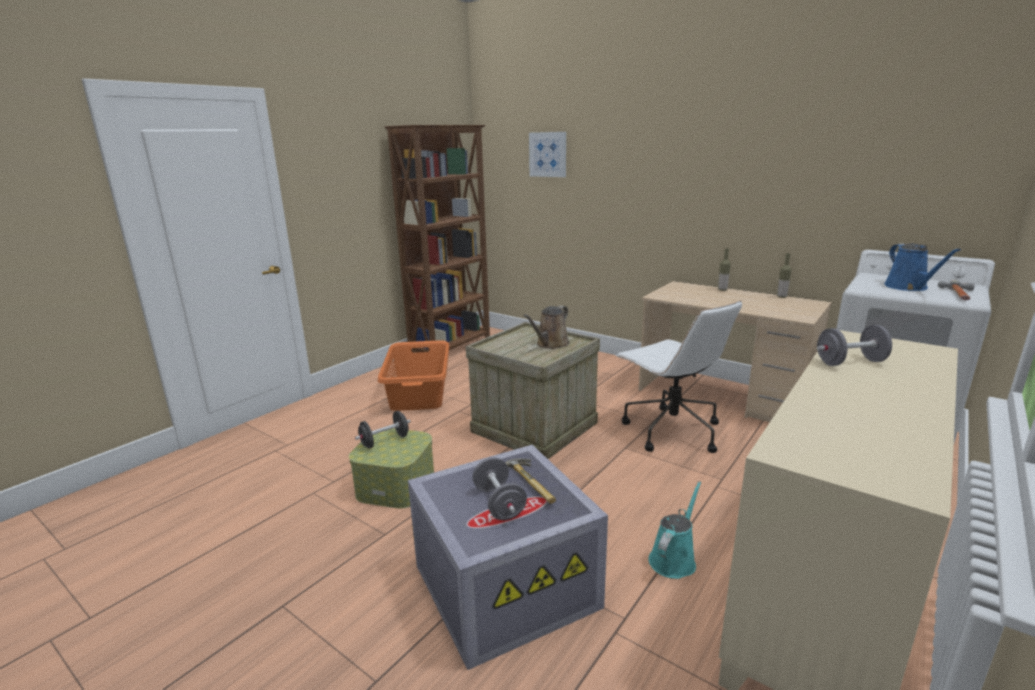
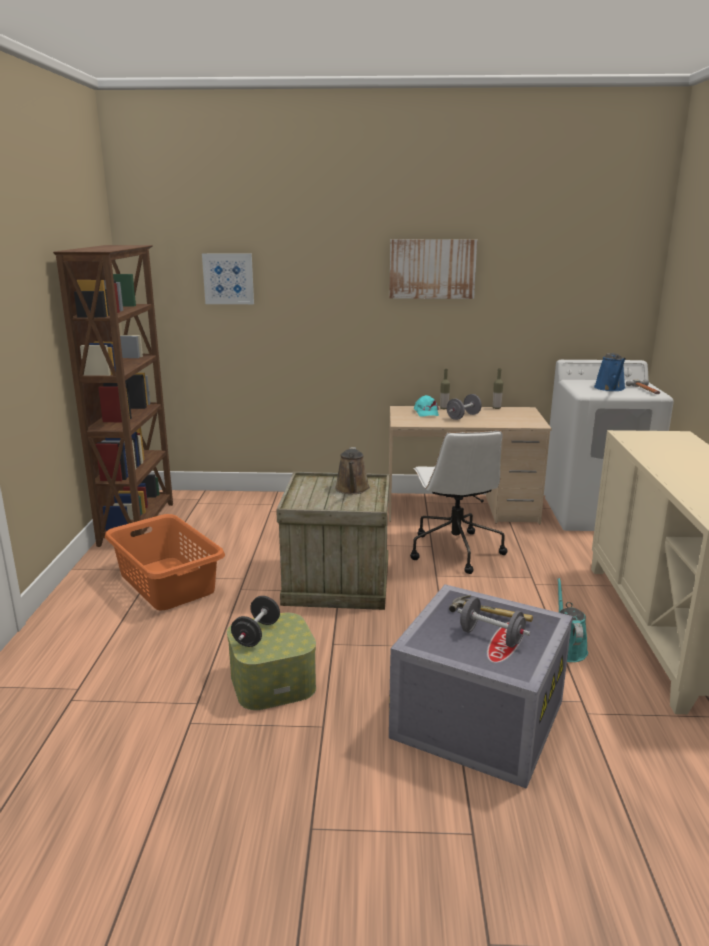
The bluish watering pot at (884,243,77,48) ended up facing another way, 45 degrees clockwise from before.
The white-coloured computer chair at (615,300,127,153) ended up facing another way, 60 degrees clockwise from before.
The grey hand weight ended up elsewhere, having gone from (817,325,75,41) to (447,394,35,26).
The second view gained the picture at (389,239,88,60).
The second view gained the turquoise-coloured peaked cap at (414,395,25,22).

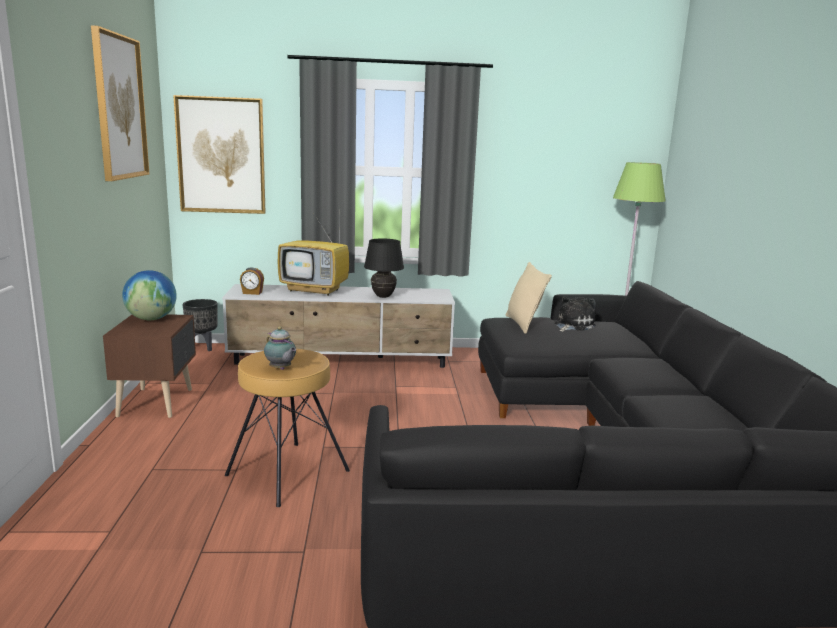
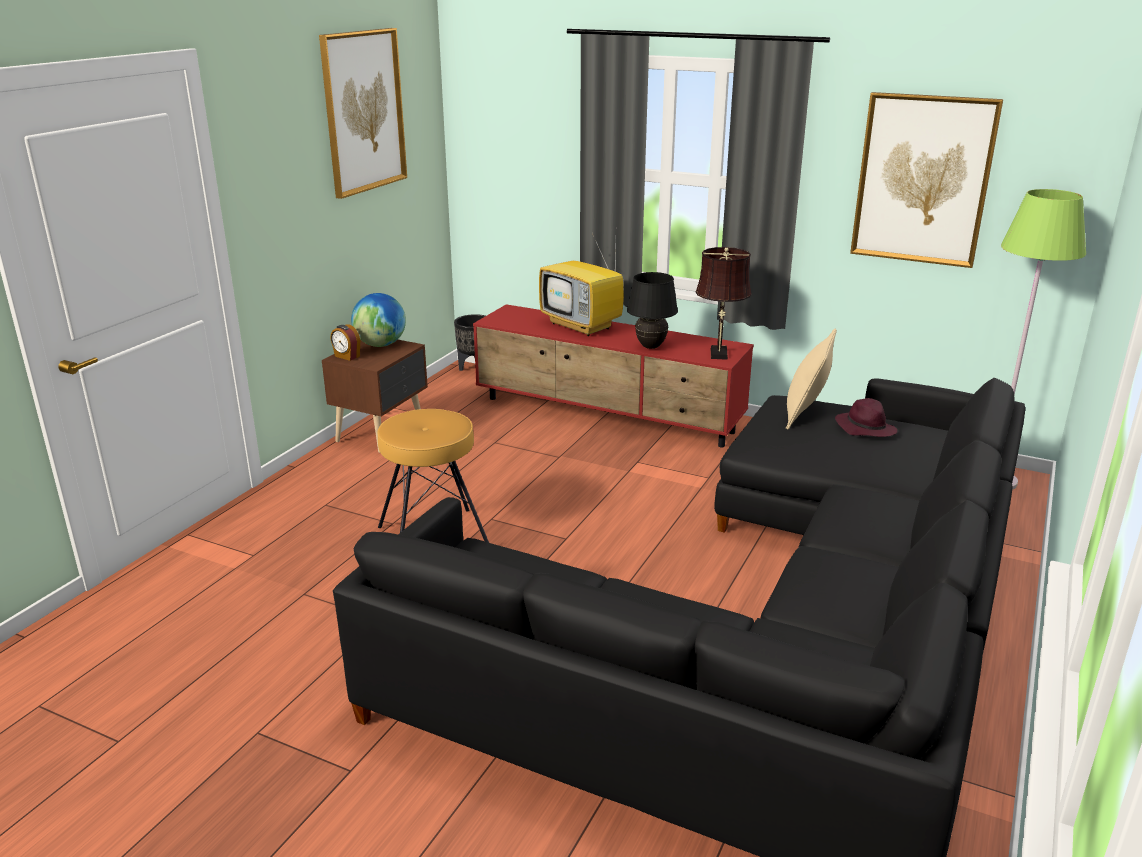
The picture ended up elsewhere, having gone from (173,95,93,119) to (850,92,153,176).
The bedside clock ended up elsewhere, having gone from (240,267,24,28) to (331,325,29,36).
What was the white-coloured tv stand at (222,284,233,84) turned into the reddish tv stand at (473,304,281,144).
Where the cuddly toy stood at (554,296,42,36), the purplish wearable hat came to stand at (835,398,62,39).
The second view lost the pot for tea at (264,326,32,44).
The second view gained the brown table lamp at (696,247,56,113).

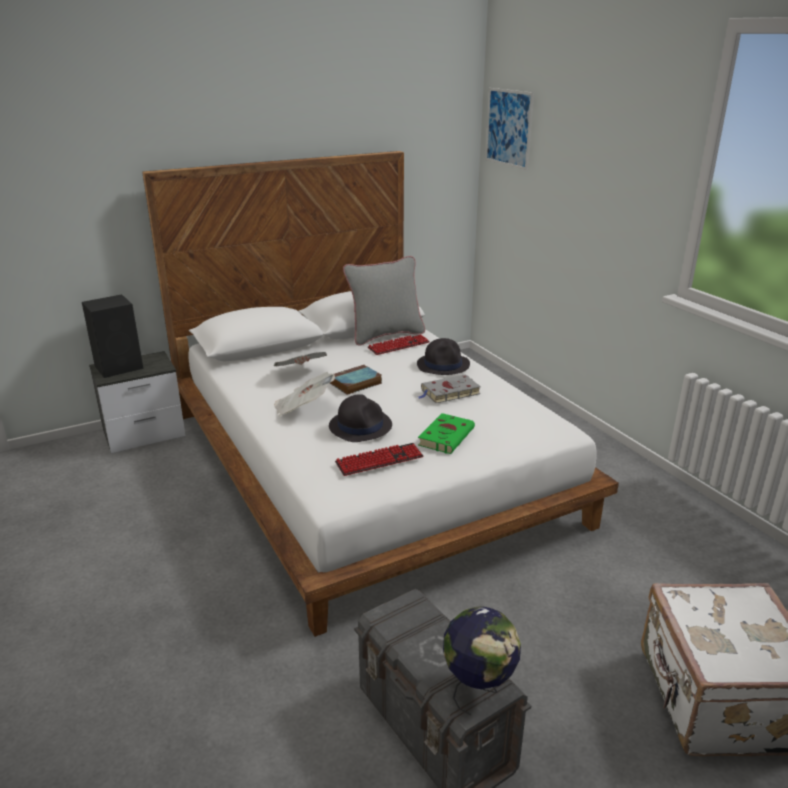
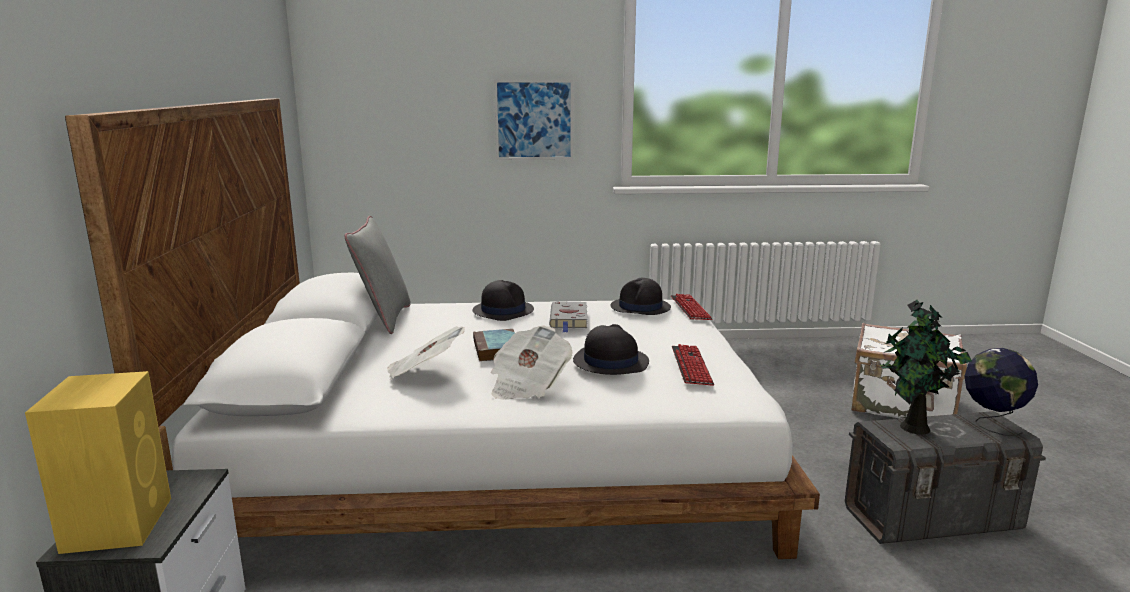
The picture ended up elsewhere, having gone from (485,88,49,82) to (494,80,79,80).
What was the blackish speaker at (82,294,62,84) turned into the yellow-coloured speaker at (25,371,146,183).
The keyboard ended up elsewhere, having gone from (368,335,62,20) to (671,294,41,26).
The second view lost the greenish volume at (418,413,57,41).
The second view gained the blackish wearable hat at (610,278,61,37).
The second view gained the potted plant at (880,300,92,135).

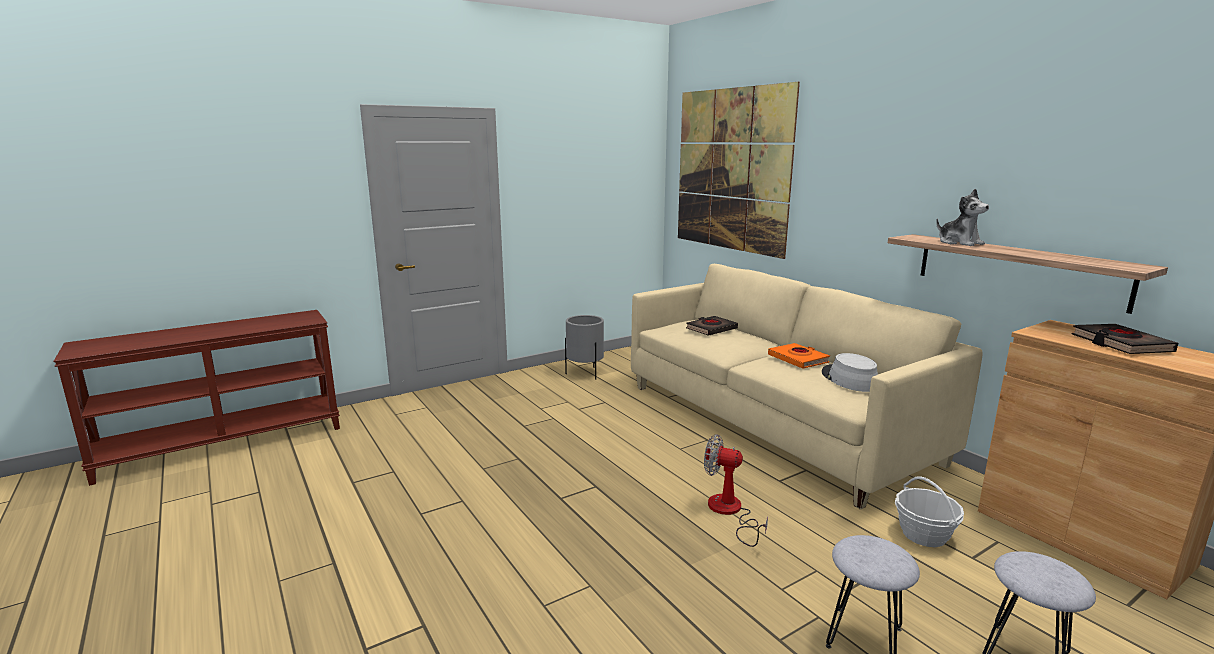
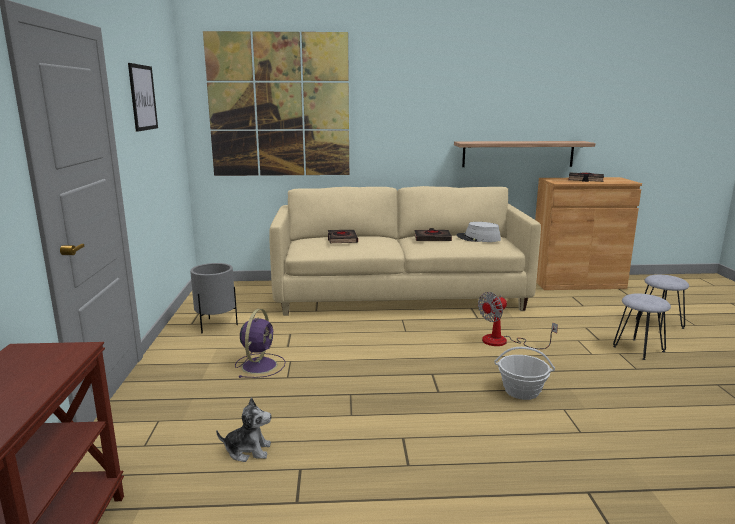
The cuddly toy ended up elsewhere, having gone from (936,188,53,58) to (216,397,55,65).
What was the orangey volume at (768,343,62,26) turned into the blackish volume at (415,228,37,13).
The household basket ended up elsewhere, having gone from (895,476,69,71) to (494,347,61,53).
The second view gained the picture at (128,63,30,69).
The second view gained the purplish electric fan at (235,309,51,69).

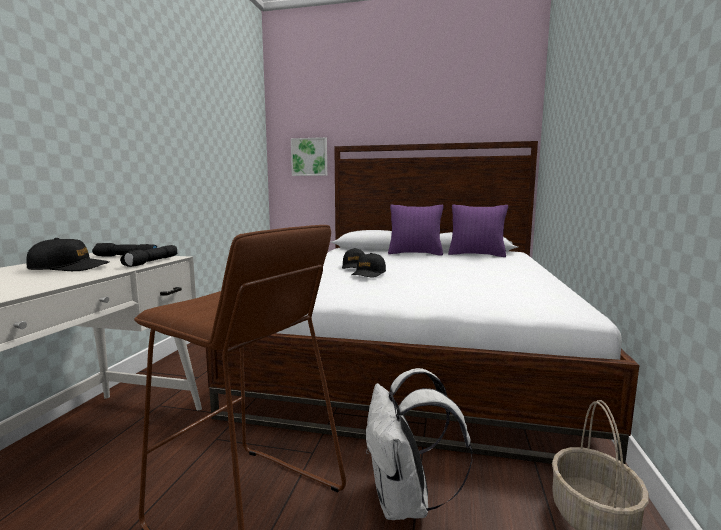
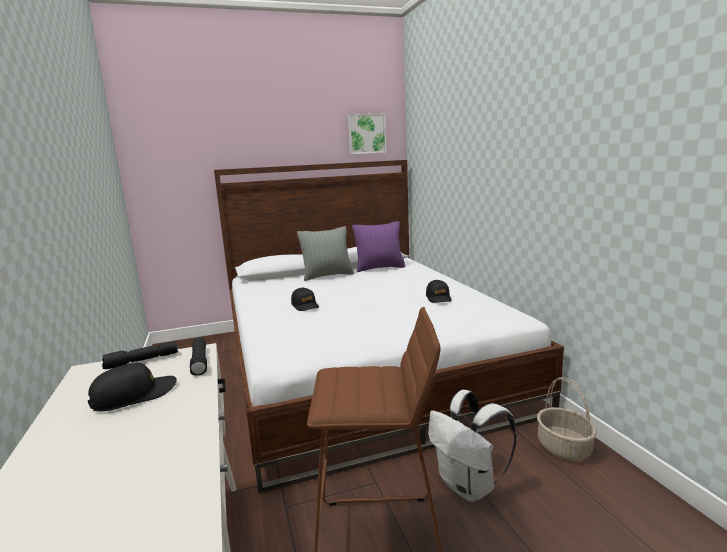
The picture ended up elsewhere, having gone from (291,137,36,39) to (348,114,39,40).
What was the purplish throw pillow at (388,205,56,51) turned into the grey throw pillow at (297,226,57,55).
The blackish peaked cap ended up elsewhere, having gone from (352,253,34,25) to (426,280,26,23).

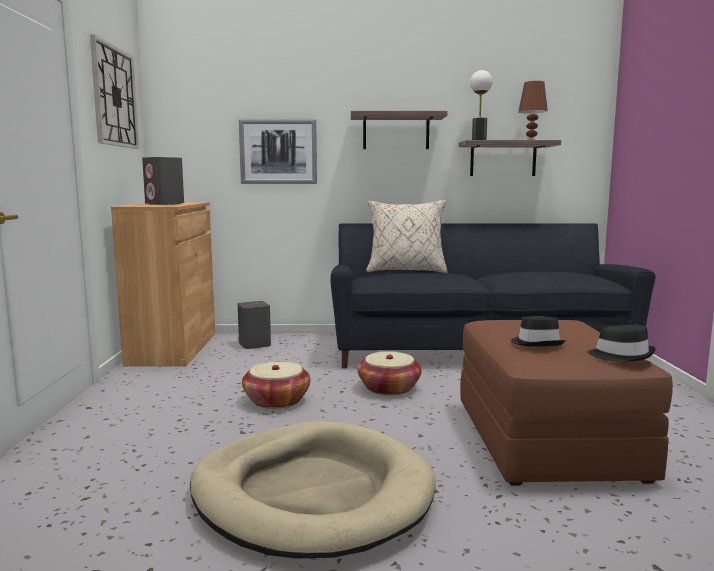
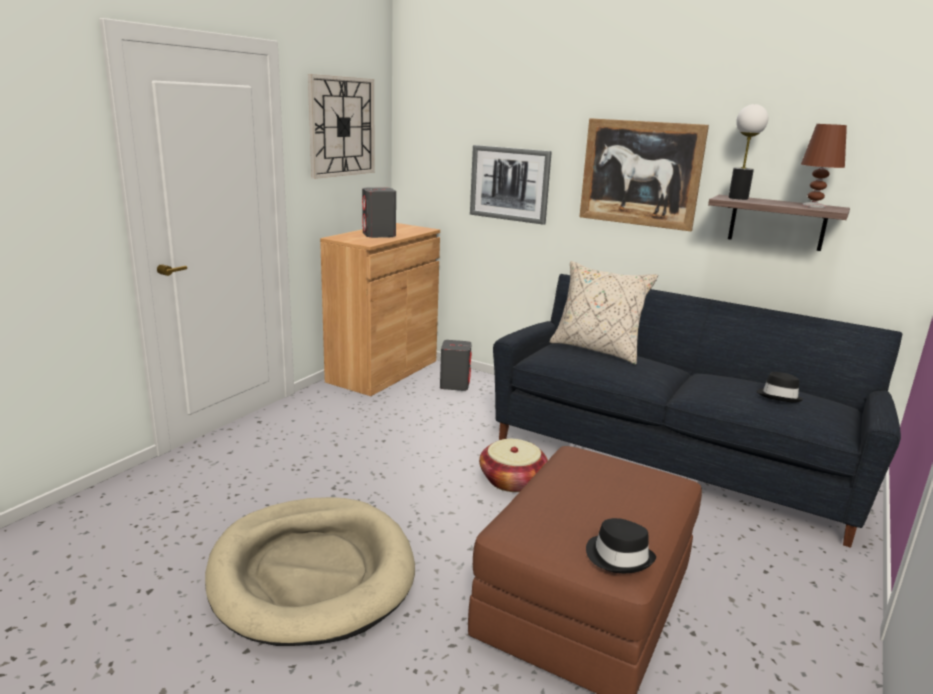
Where the bracket shelf hung at (351,111,97,38), the picture came to hang at (580,118,129,113).
The blackish wearable hat ended up elsewhere, having gone from (511,316,55,30) to (757,372,46,31).
The second view lost the household basket at (242,362,68,47).

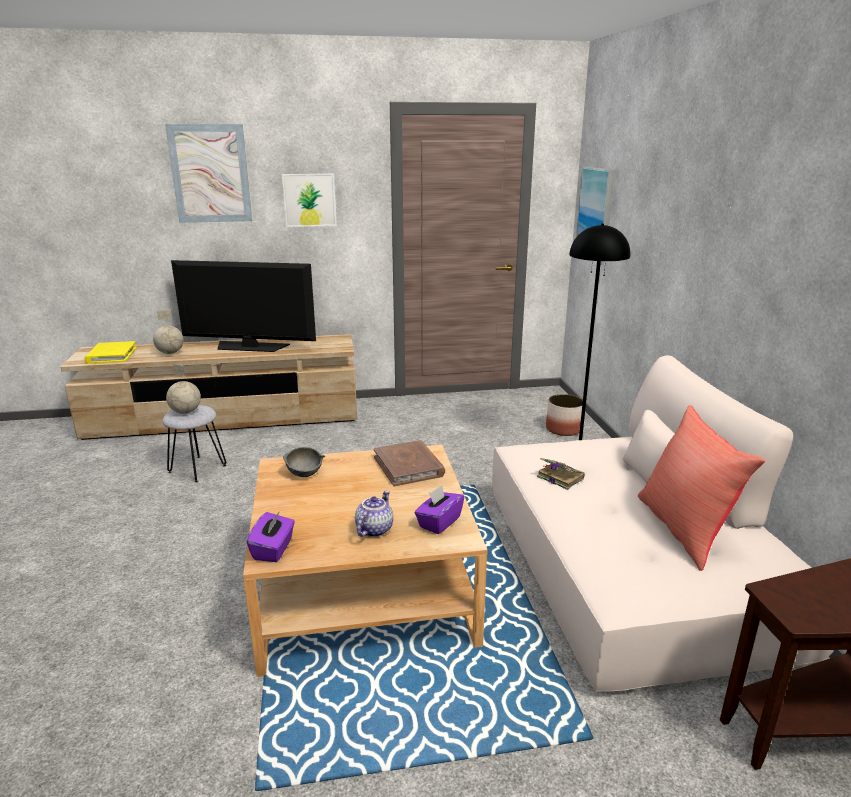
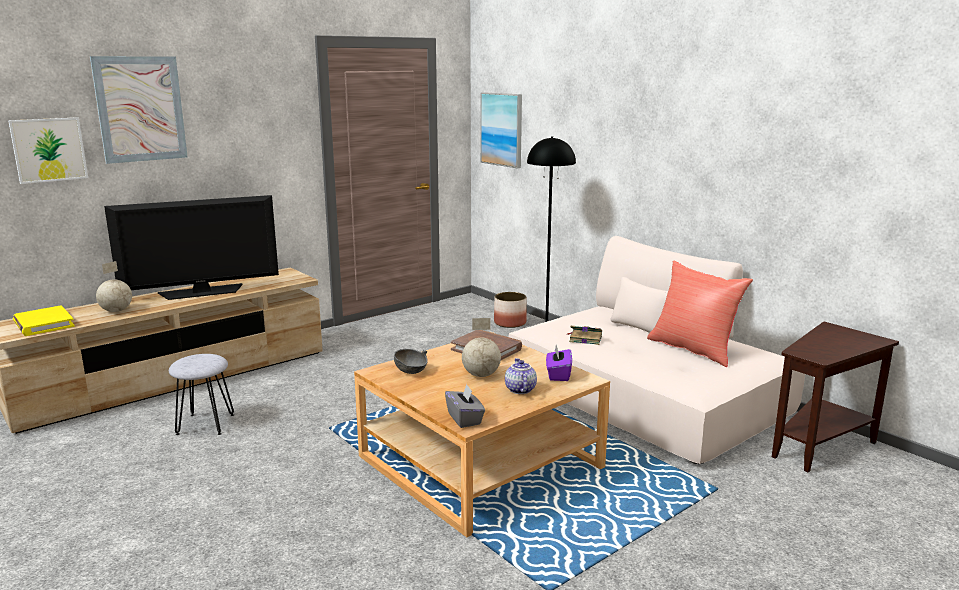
The picture ended up elsewhere, having gone from (282,174,55,53) to (8,117,80,67).
The globe ended up elsewhere, having gone from (166,364,35,50) to (462,318,39,59).
What was the purplish box of tissues at (246,511,49,51) turned into the grey box of tissues at (445,384,40,44).

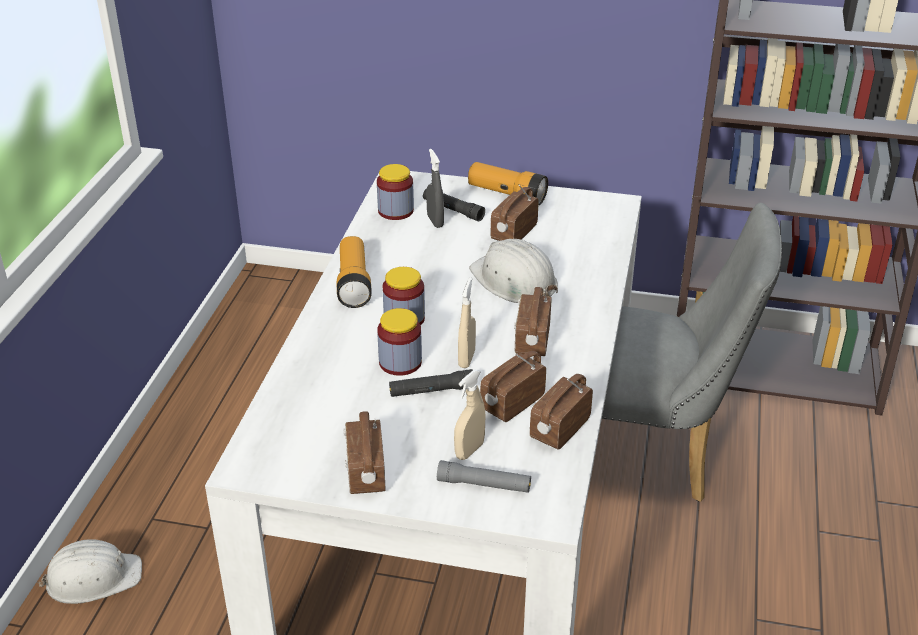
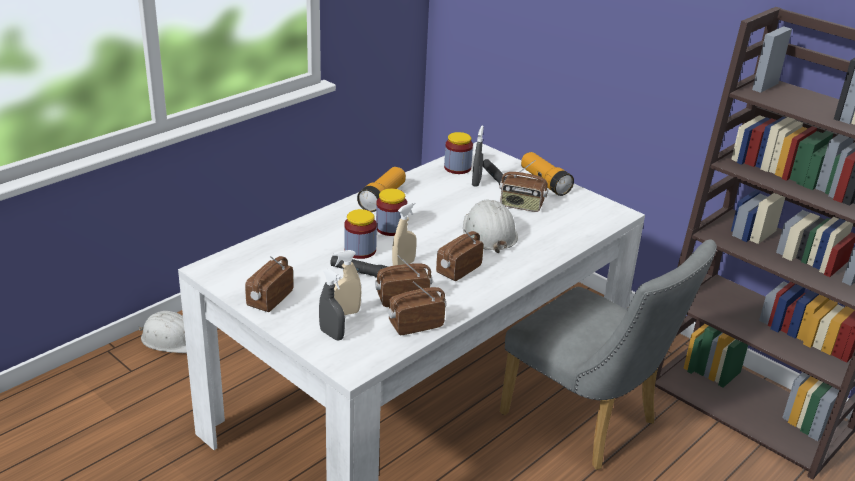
The radio at (491,185,48,56) ended up facing another way, 135 degrees counterclockwise from before.
Where the grey hand torch stood at (437,460,94,33), the grey sprayer came to stand at (319,269,26,72).

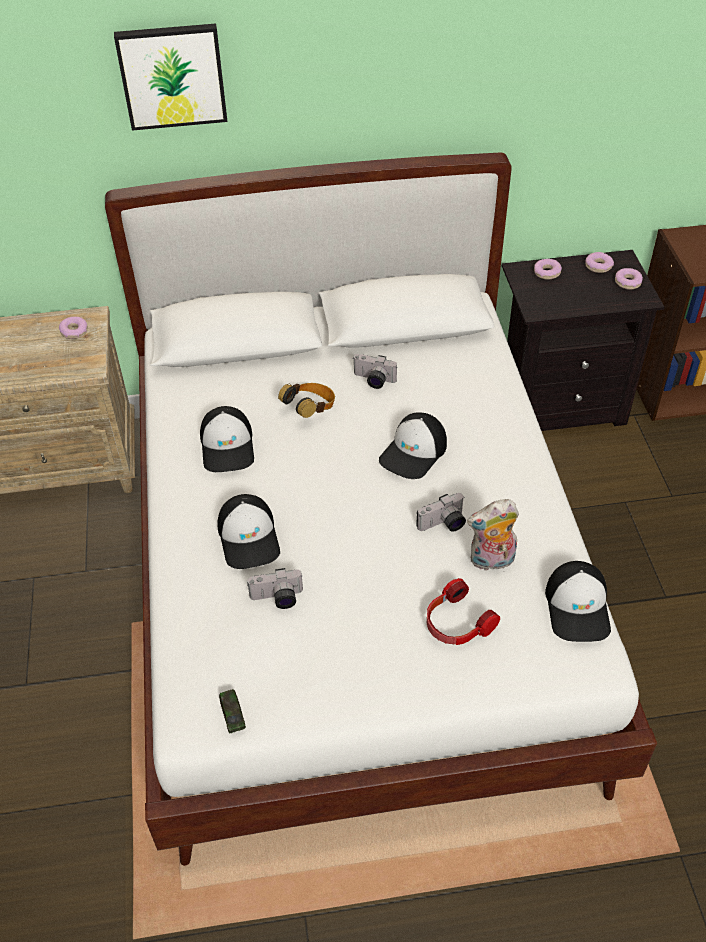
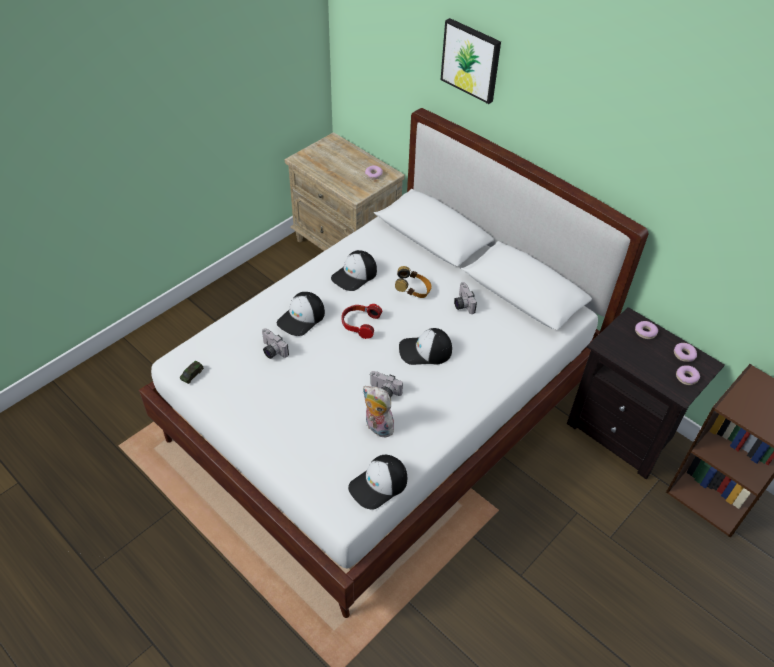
The pair of headphones ended up elsewhere, having gone from (427,578,73,67) to (341,304,42,35).

